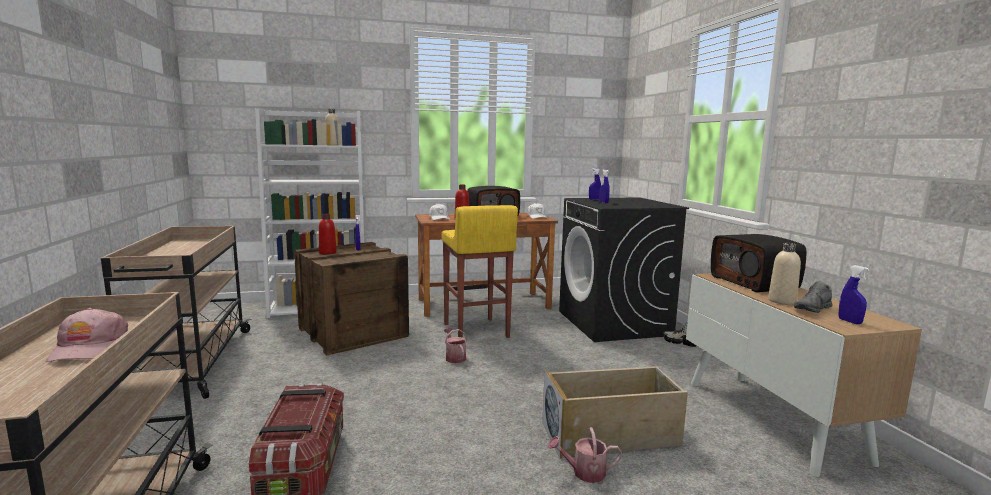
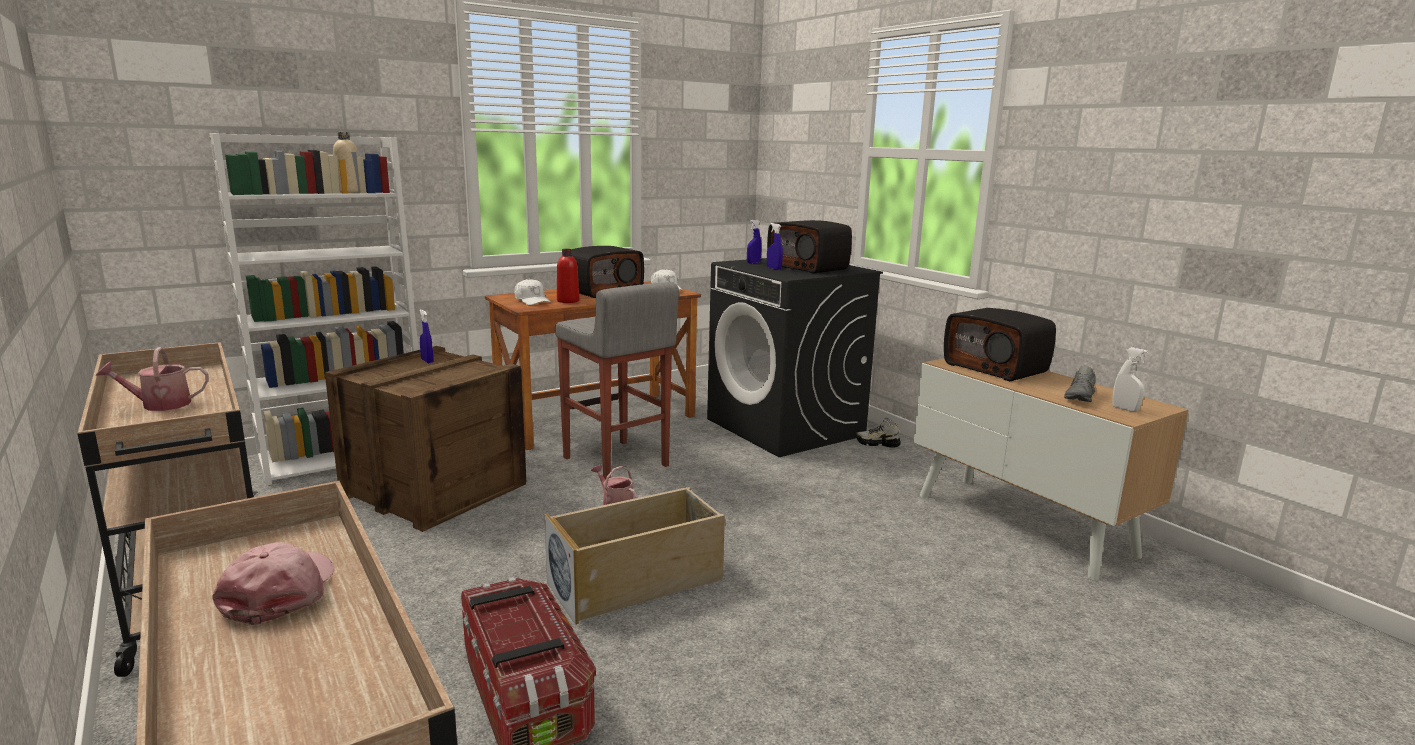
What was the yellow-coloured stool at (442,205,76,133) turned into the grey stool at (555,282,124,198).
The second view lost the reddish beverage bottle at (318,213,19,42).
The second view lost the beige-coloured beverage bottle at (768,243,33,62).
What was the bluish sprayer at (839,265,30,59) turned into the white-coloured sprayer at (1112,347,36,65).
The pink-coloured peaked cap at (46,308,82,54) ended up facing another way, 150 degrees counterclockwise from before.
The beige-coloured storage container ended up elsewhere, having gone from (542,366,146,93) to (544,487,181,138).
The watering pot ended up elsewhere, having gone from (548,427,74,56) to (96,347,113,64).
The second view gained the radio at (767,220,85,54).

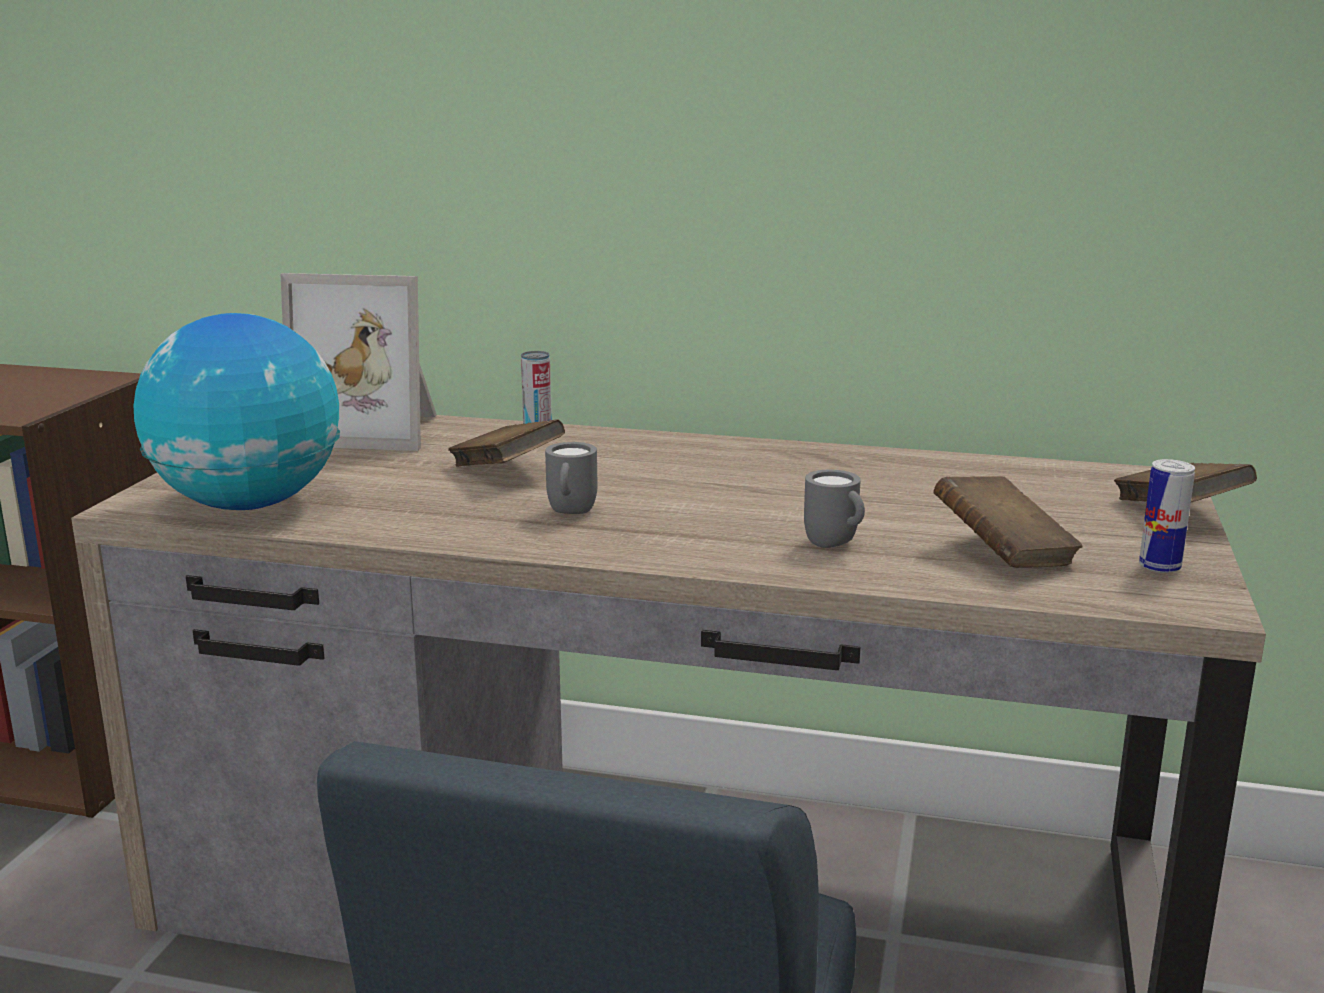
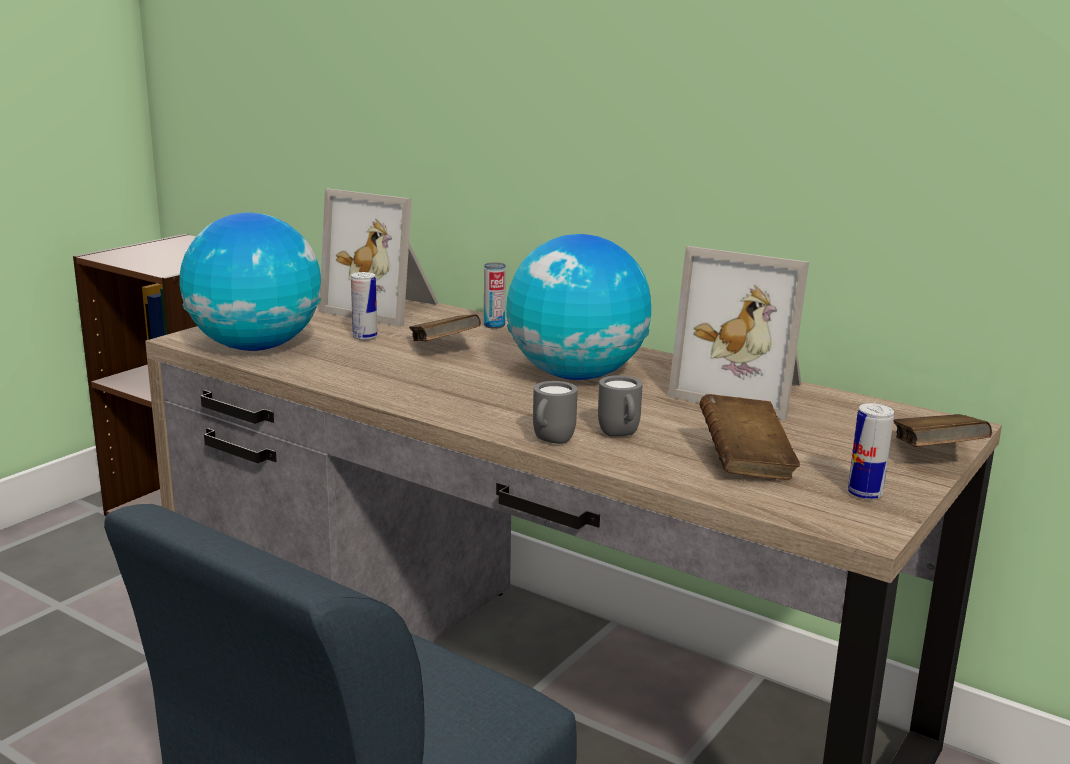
The grey tea mug ended up elsewhere, having gone from (545,442,53,72) to (533,381,45,63).
The second view gained the globe at (506,234,145,146).
The second view gained the photo frame at (668,246,141,174).
The second view gained the metal can at (351,272,26,68).

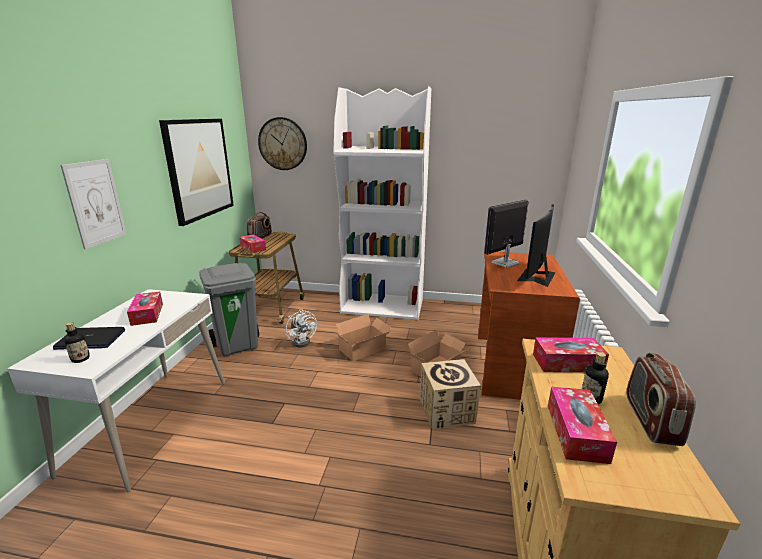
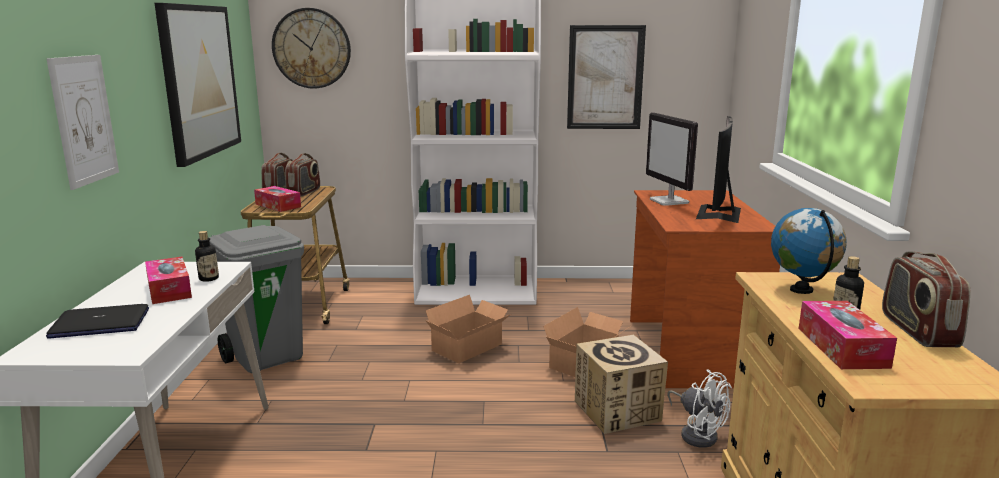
The computer screen at (484,200,45,68) ended up facing another way, 60 degrees counterclockwise from before.
The white-coloured electric fan ended up elsewhere, having gone from (286,309,31,39) to (667,369,65,79).
The beverage bottle ended up elsewhere, having gone from (64,322,26,41) to (195,231,24,51).
Where the box of tissues stood at (533,338,76,34), the globe came to stand at (771,208,76,86).
The second view gained the picture at (567,25,79,104).
The second view gained the radio at (285,153,35,44).

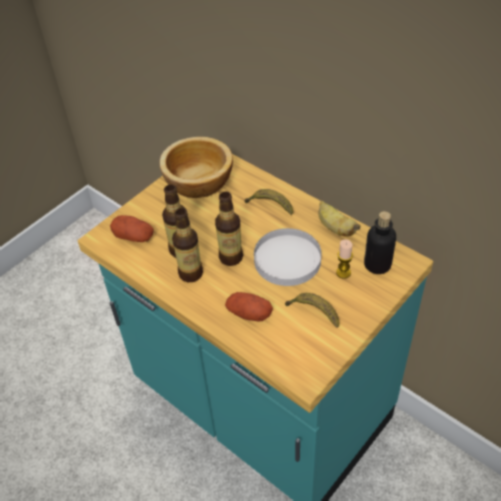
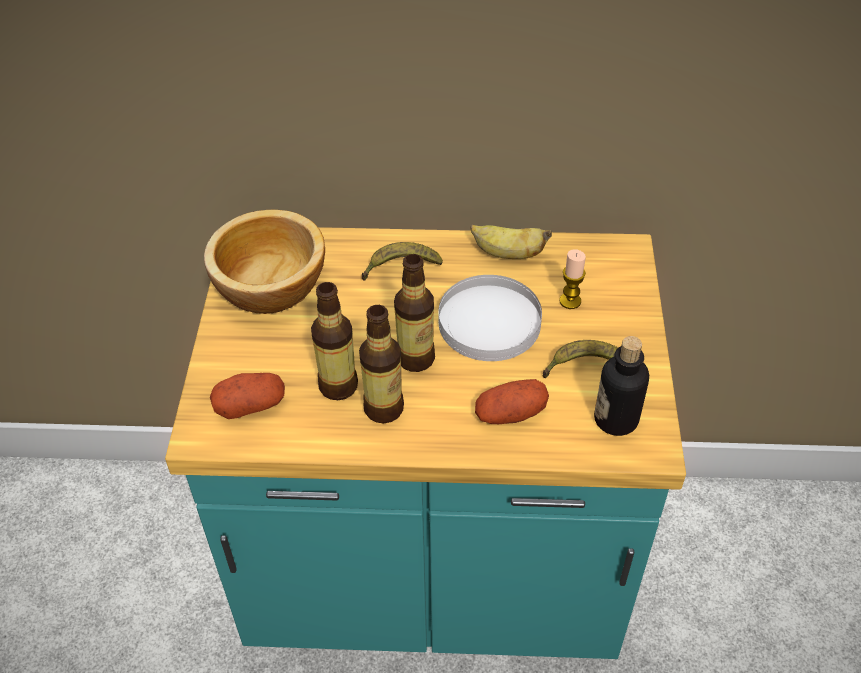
The beverage bottle ended up elsewhere, having gone from (364,211,32,63) to (594,336,55,100).

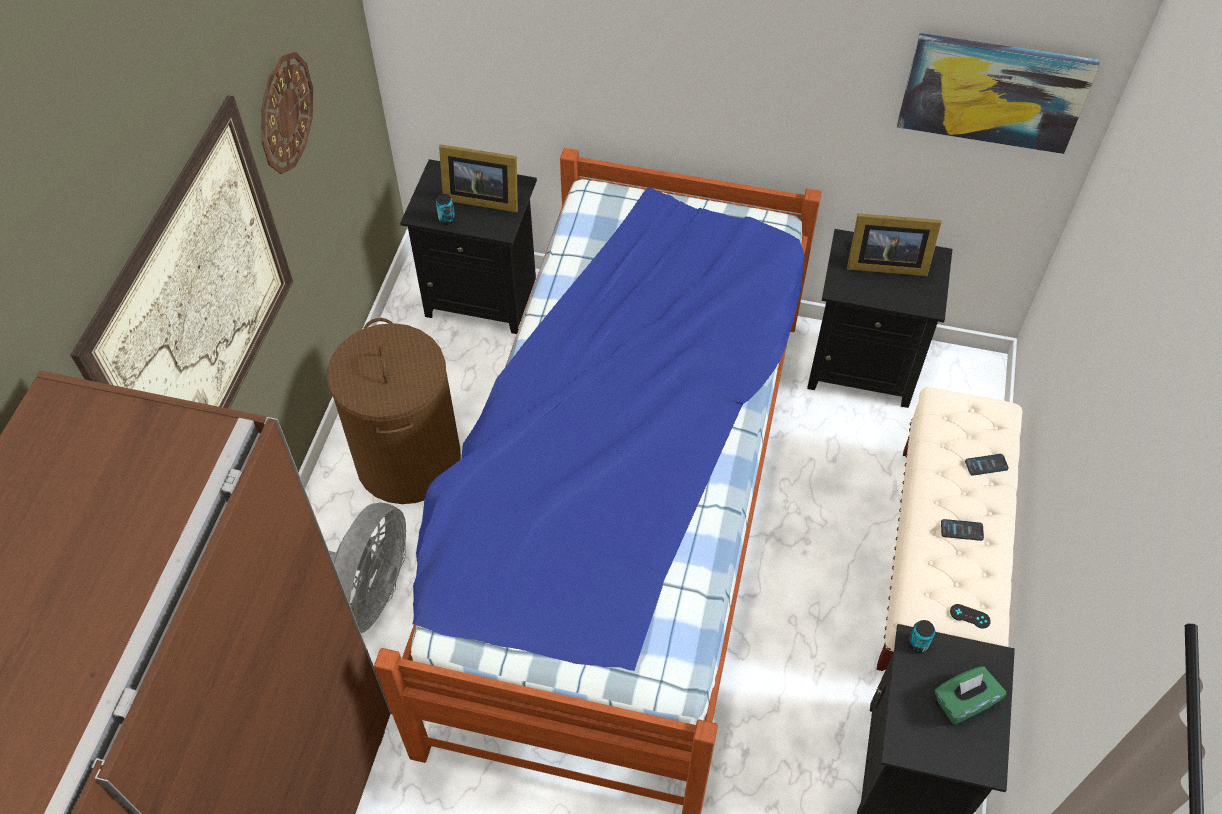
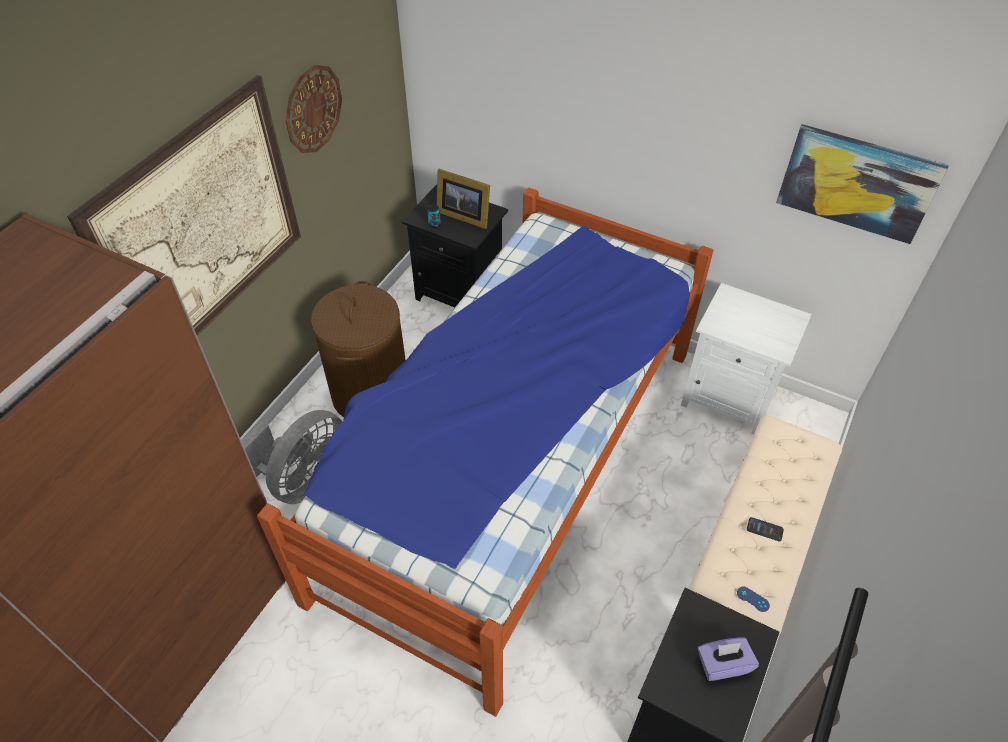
The second view lost the photo frame at (847,213,95,63).
What was the blackish nightstand at (807,229,145,179) turned into the white-coloured nightstand at (681,283,131,152).
The second view lost the phone at (965,454,44,22).
What was the blackish gamepad at (950,604,41,25) turned into the bluish gamepad at (737,587,33,25).
The second view lost the metal can at (908,620,27,33).
What was the greenish box of tissues at (935,666,71,59) turned into the purplish box of tissues at (698,638,61,43).

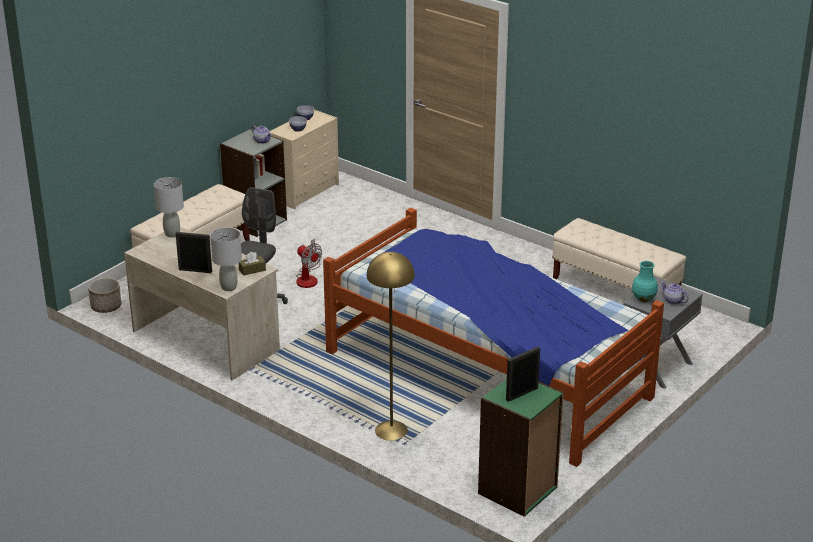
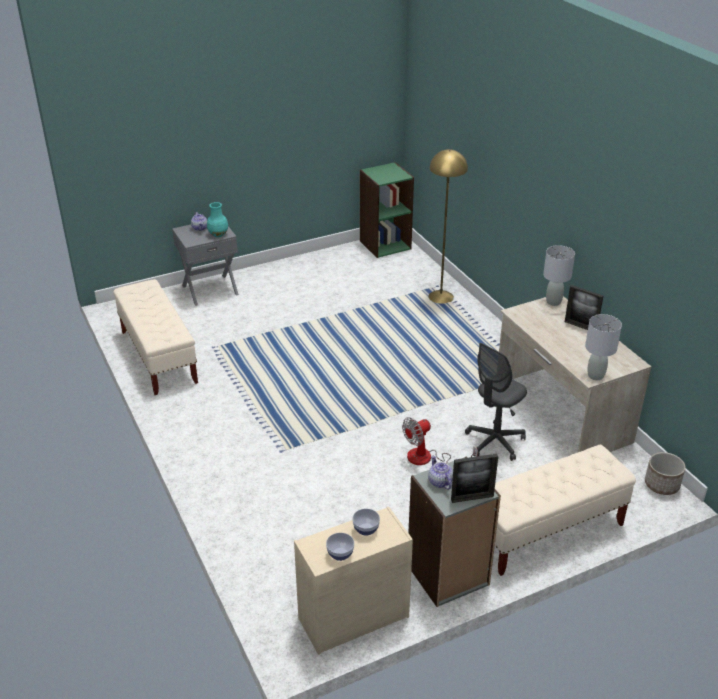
The second view lost the bedroom bed at (323,207,341,260).
The electric fan at (296,239,26,49) ended up facing another way, 105 degrees counterclockwise from before.
The second view lost the brown box of tissues at (239,252,27,24).
The photo frame ended up elsewhere, having gone from (506,347,34,55) to (451,454,47,49).

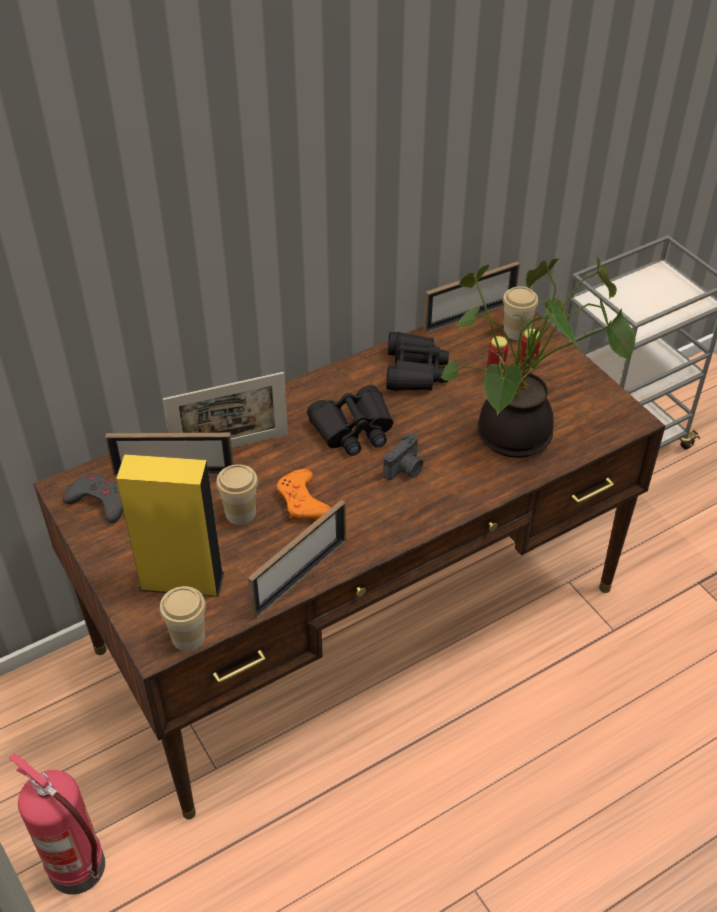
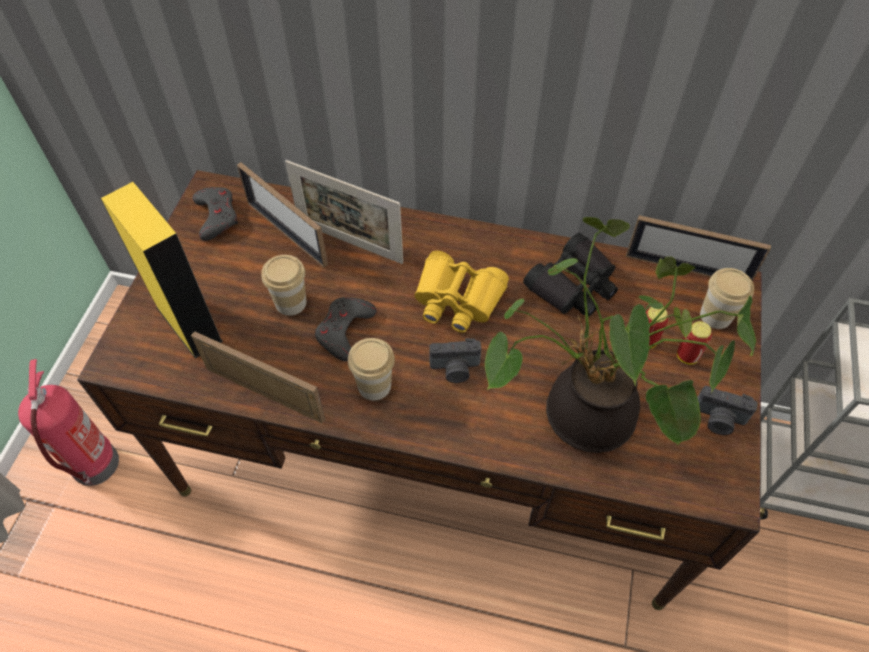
What was the blackish field glasses at (307,385,86,71) turned into the yellow-coloured field glasses at (414,251,95,82).
What was the orangey gamepad at (277,469,54,50) turned into the grey gamepad at (315,297,62,64).
The photo frame at (248,500,98,119) ended up facing another way, 150 degrees counterclockwise from before.
The small cup ended up elsewhere, having gone from (160,586,46,65) to (348,338,47,63).
The second view gained the still camera at (697,386,61,49).

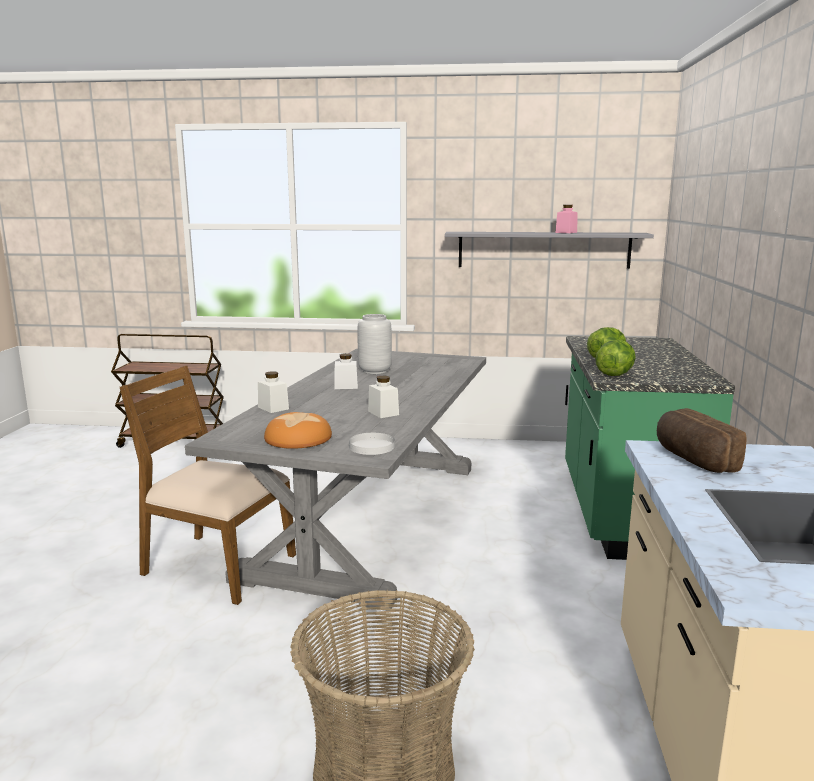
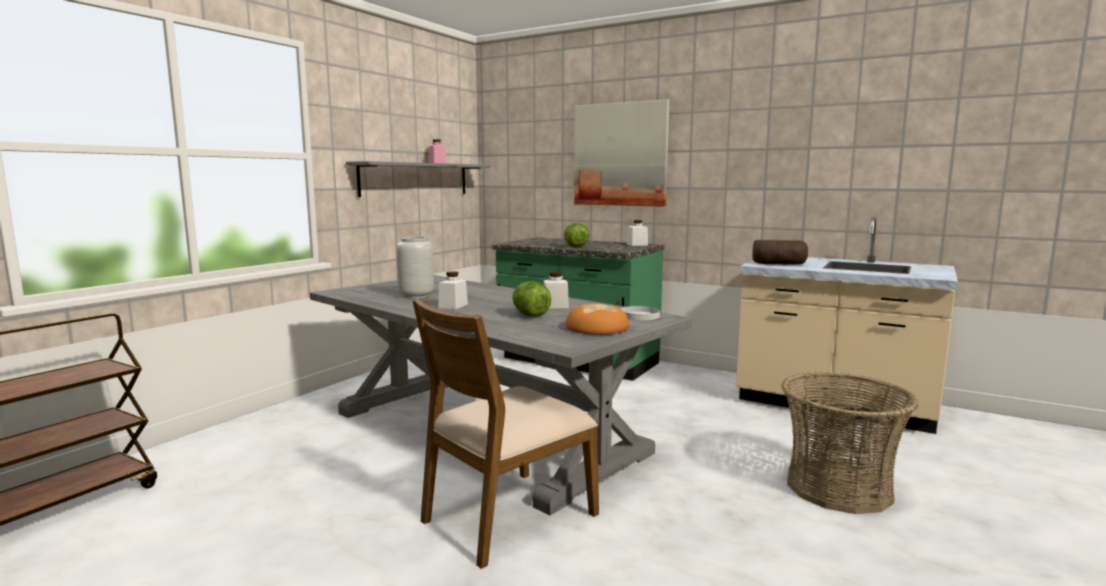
The lettuce head ended up elsewhere, having gone from (595,340,41,36) to (512,281,39,36).
The white-coloured storage jar ended up elsewhere, having gone from (258,371,31,42) to (627,220,21,26).
The second view gained the picture at (574,99,95,108).

